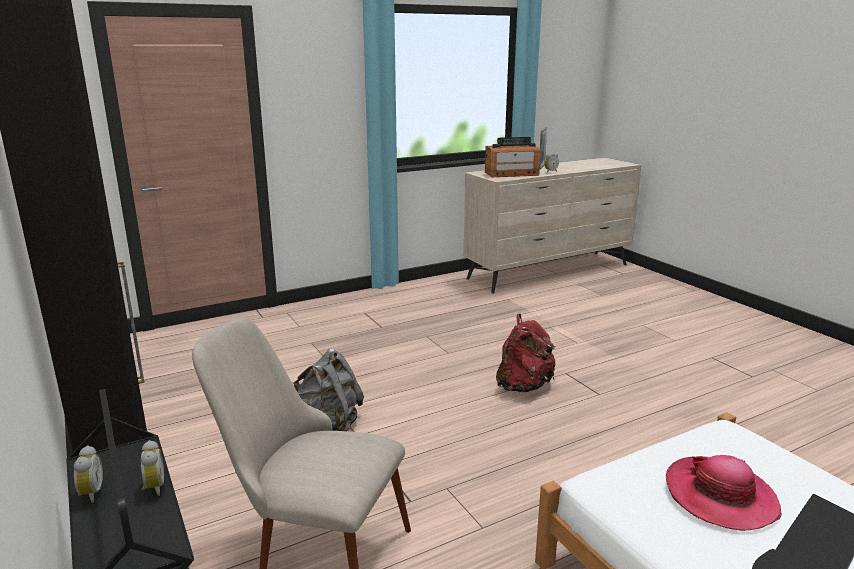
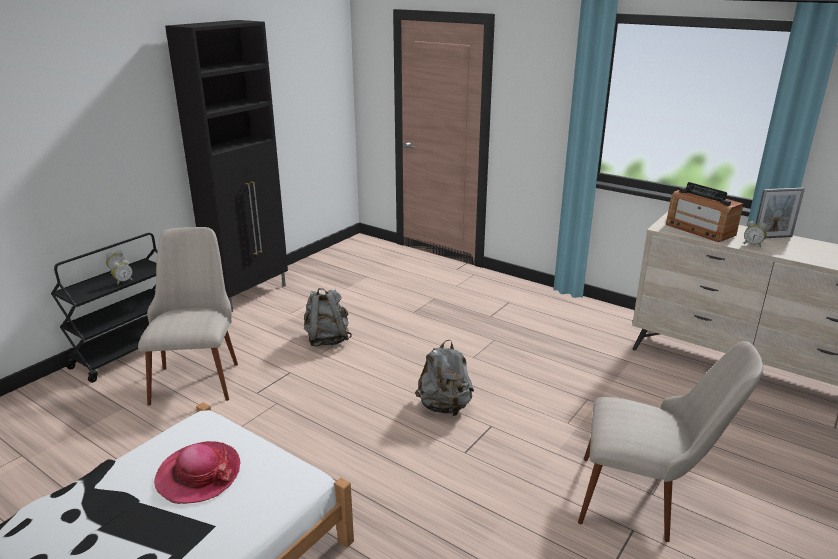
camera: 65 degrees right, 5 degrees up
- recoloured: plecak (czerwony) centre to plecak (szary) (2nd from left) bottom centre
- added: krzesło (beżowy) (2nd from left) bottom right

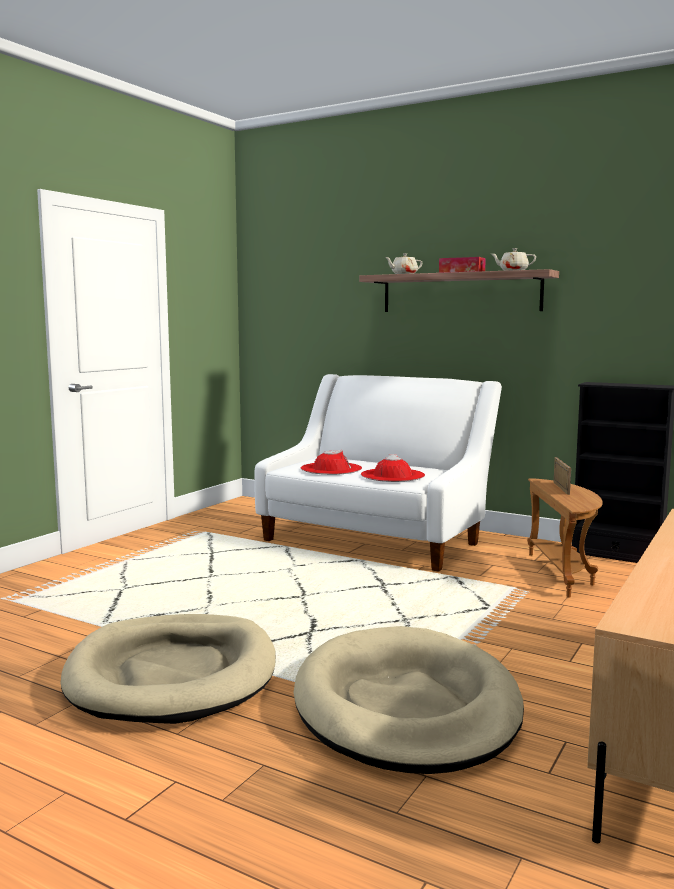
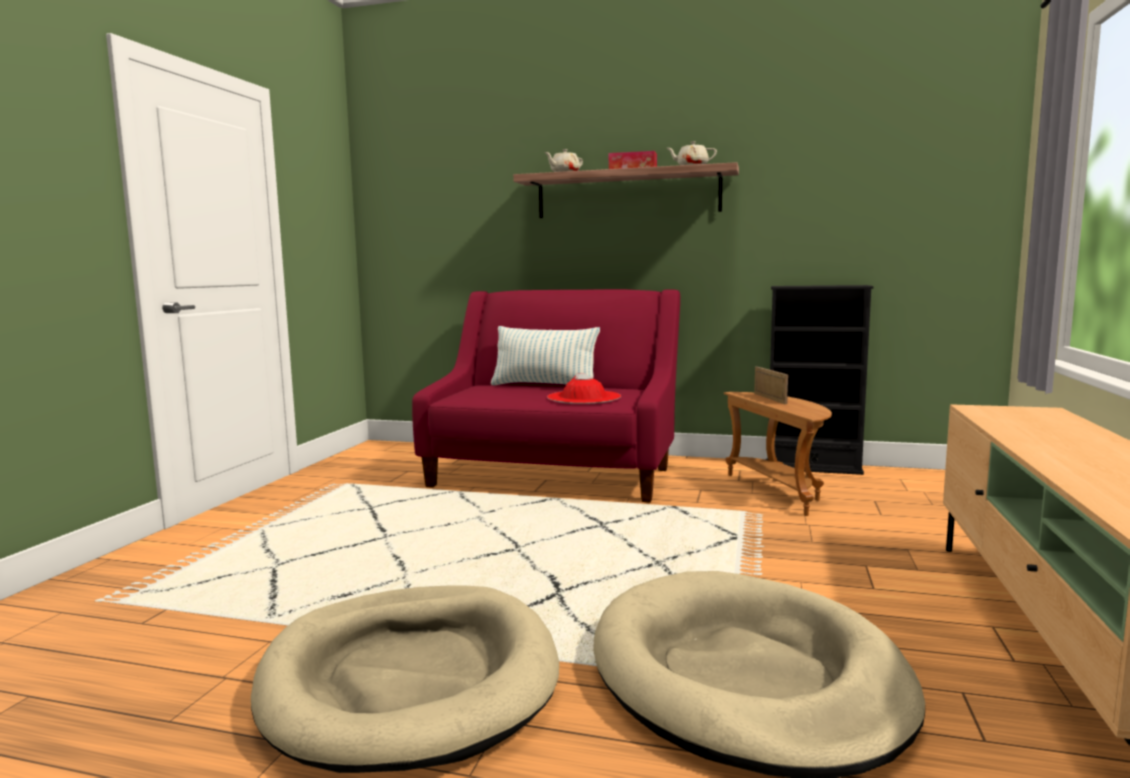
camera: 15 degrees left, 0 degrees up
- recoloured: kanapa (biały) centre to kanapa (czerwony) centre
- added: poduszka centre
- removed: kapelusz (czerwony) (1st from left) centre

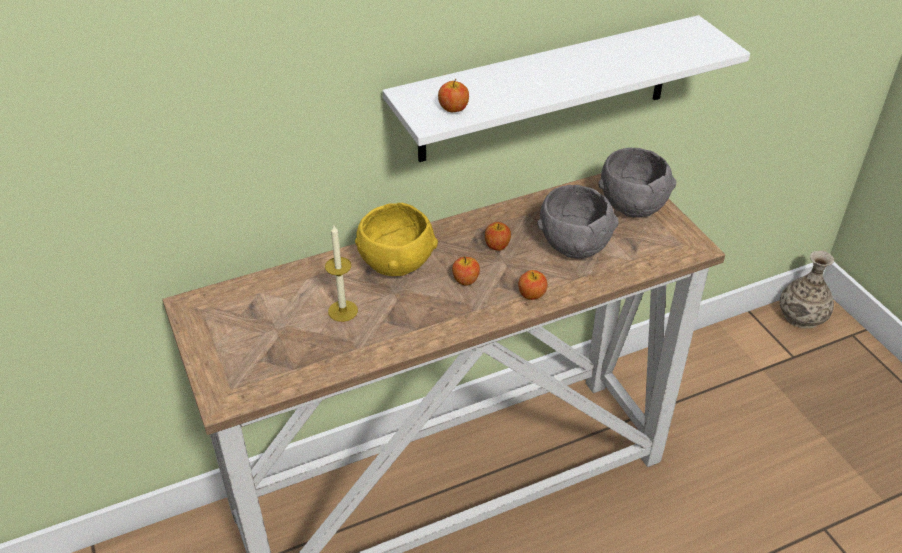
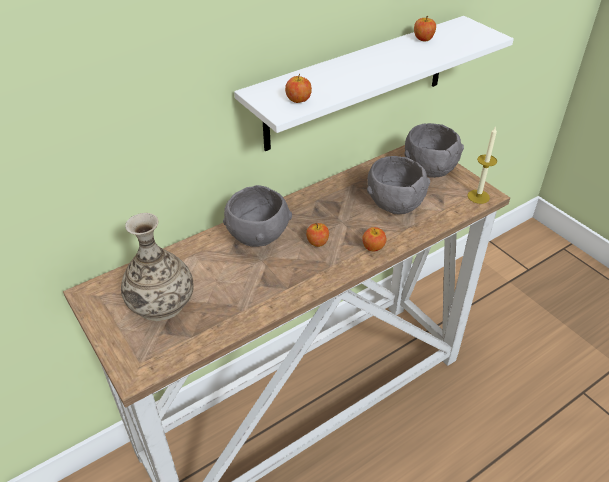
camera: 10 degrees left, 0 degrees up
- moved: wazon middle right to middle left
- recoloured: miska (żółty) centre to miska (szary) (1st from left) centre
- moved: jabłko (3rd from left in the first image) centre to jabłko (4th from left) top right
- moved: świeca centre to middle right

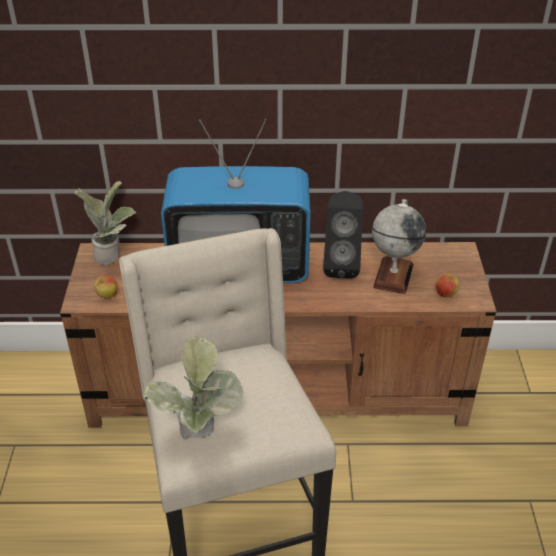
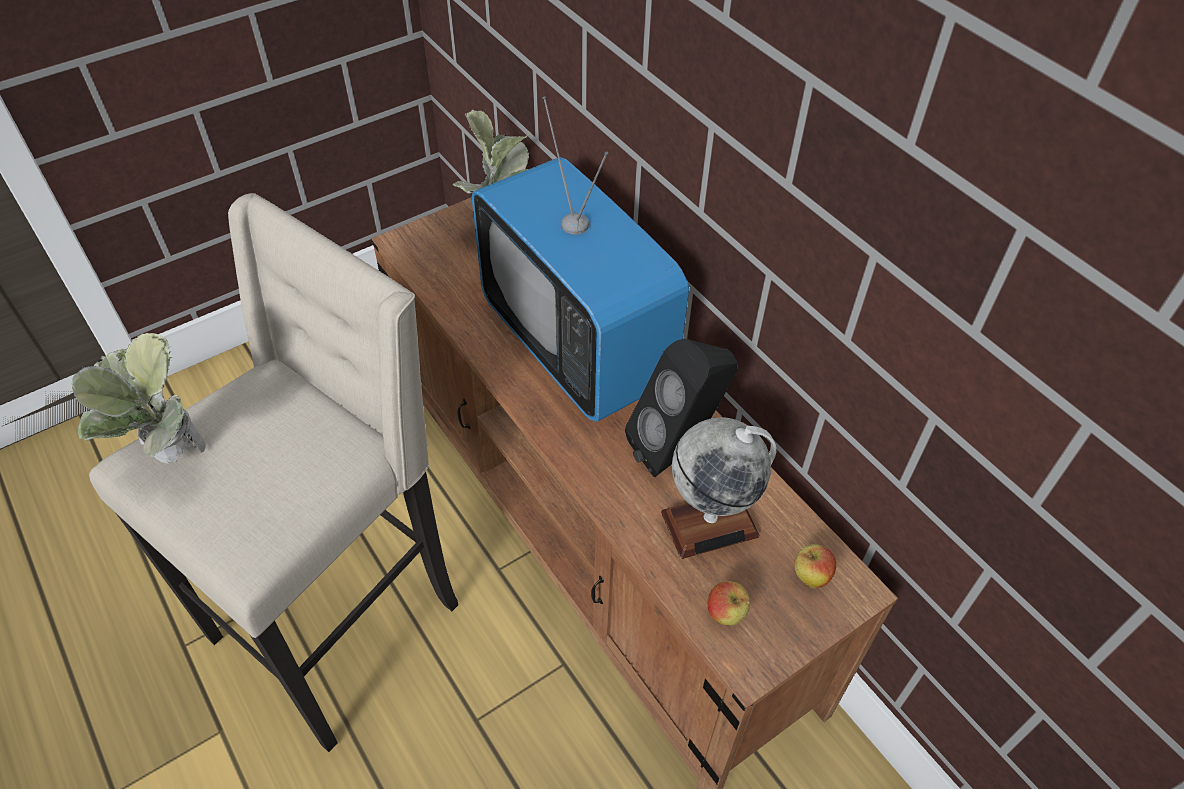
camera: 55 degrees right, 10 degrees up
- moved: jabłko (1st from left in the first image) middle left to jabłko (2nd from left) bottom right

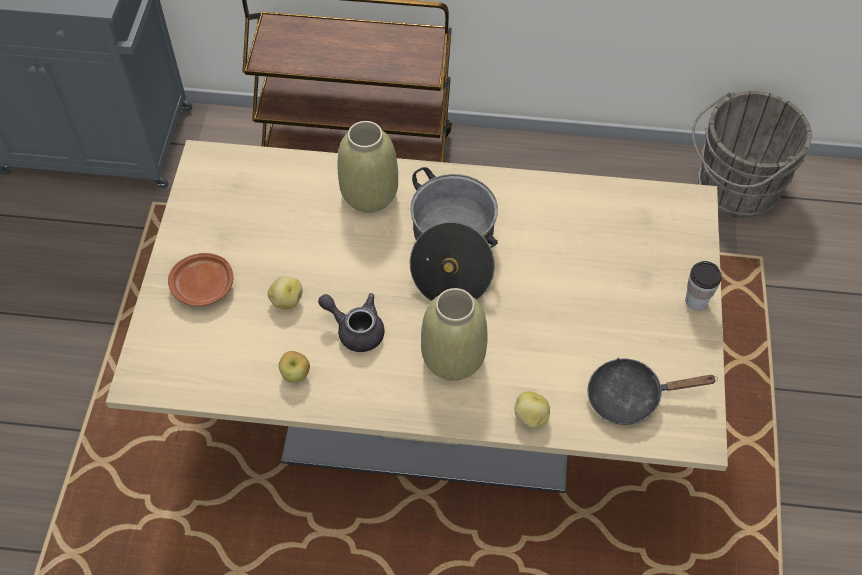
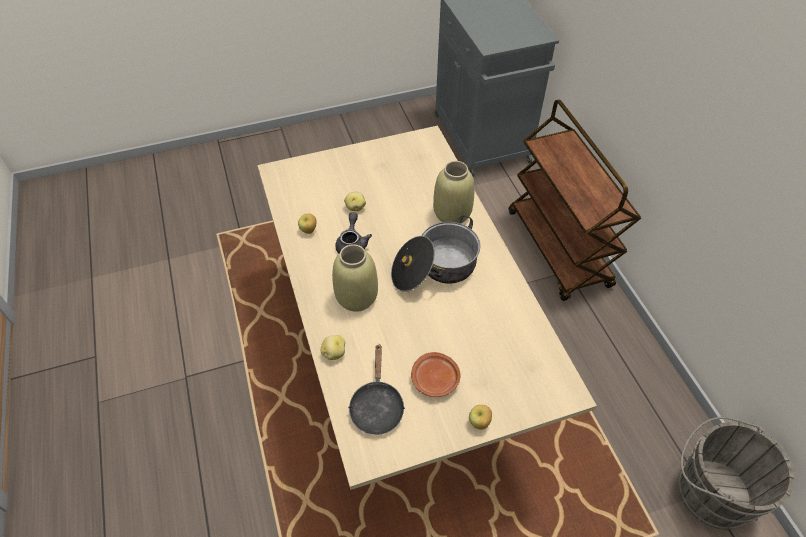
camera: 65 degrees right, 5 degrees down
- turned: patelnia (czarny) bottom right = bottom centre 150 degrees counterclockwise
- moved: talerz (brązowy) middle left to bottom centre
- replaced: filiżanka middle right to jabłko (2nd from left) bottom centre

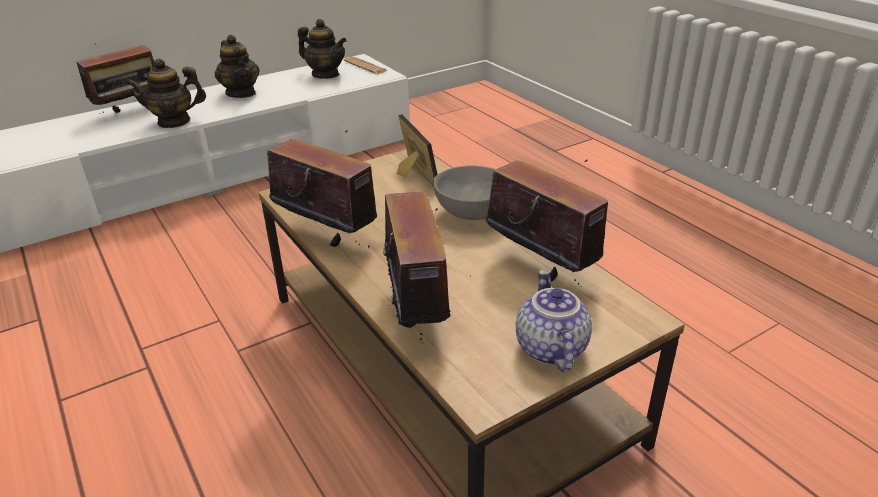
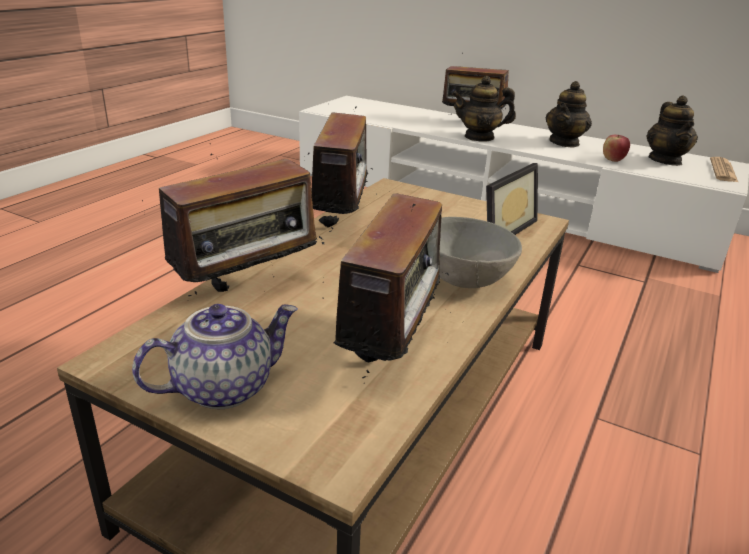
camera: 60 degrees right, 5 degrees down
- turned: imbryk (1st from left in the first image) top left = top centre 45 degrees counterclockwise
- added: jabłko top right

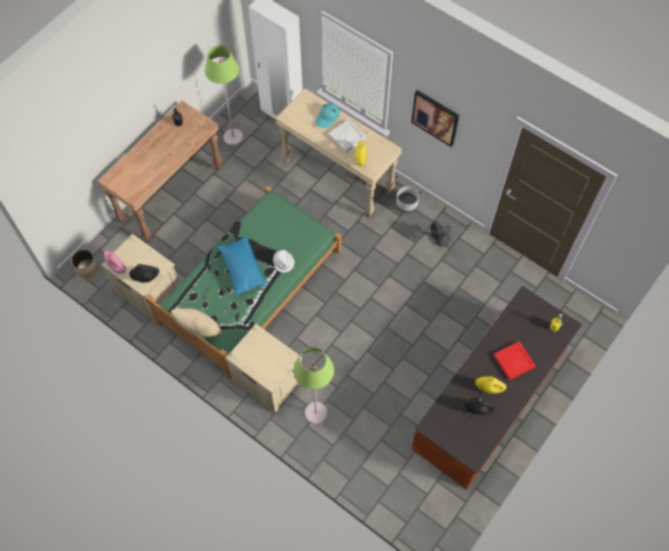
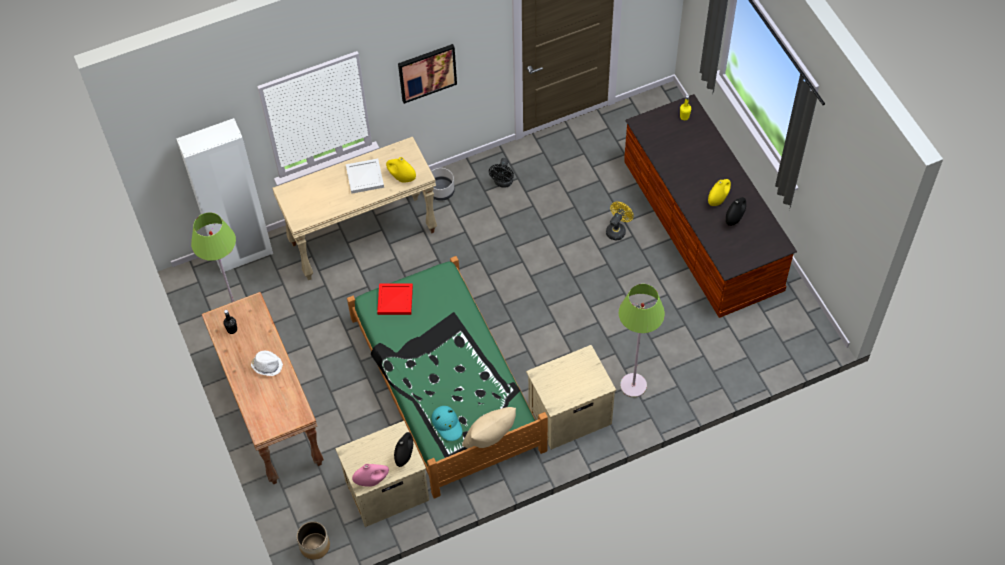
camera: 60 degrees left, 5 degrees down
- moved: kapelusz (biały) centre to middle left
- moved: taca (czerwony) middle right to centre
- moved: kapelusz (turkusowy) top centre to bottom centre
- added: wentylator (żółty) centre
- removed: poduszka (niebieski) centre

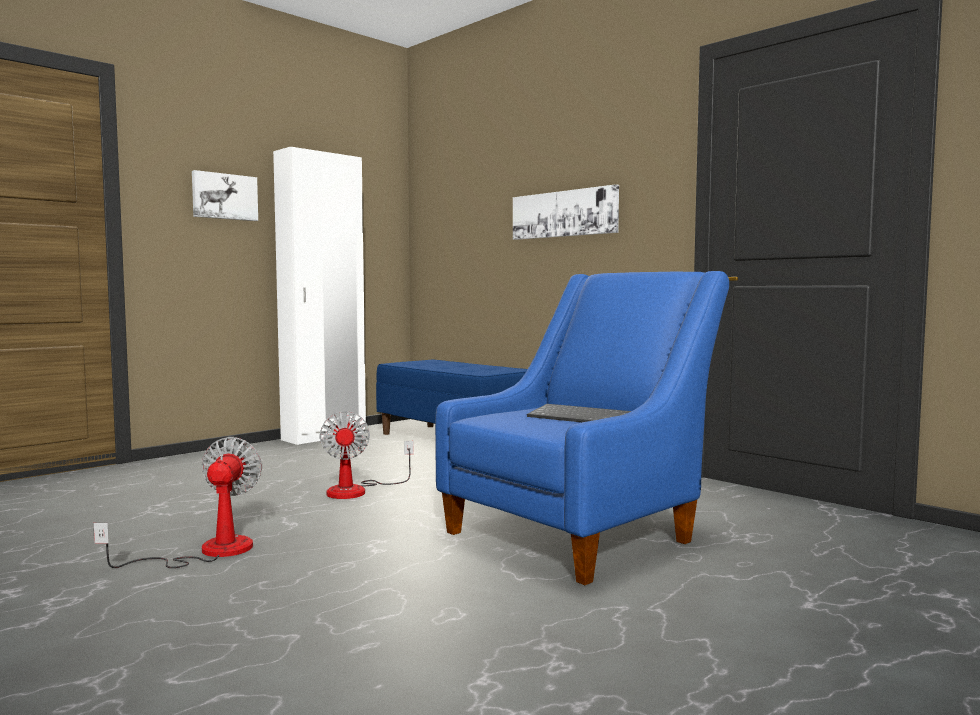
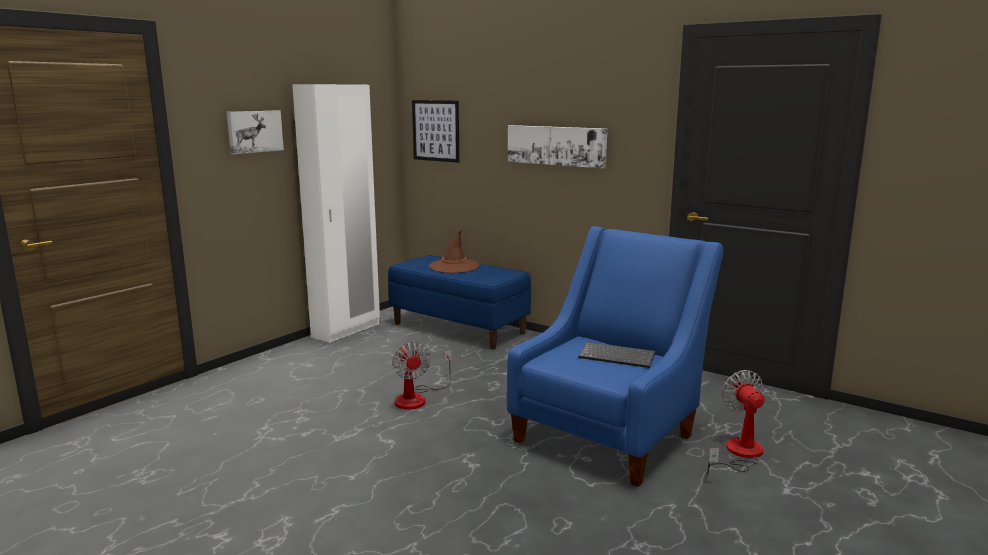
camera: 10 degrees left, 10 degrees up
- added: obraz (2nd from left) top centre
- added: kapelusz (brązowy) centre
- moved: wentylator (1st from left in the first image) bottom left to wentylator (2nd from left) bottom right

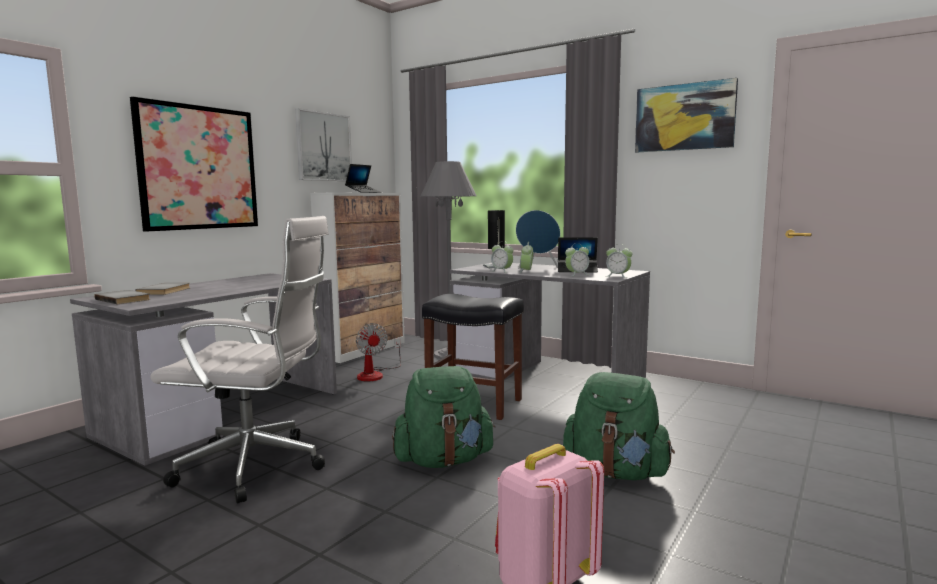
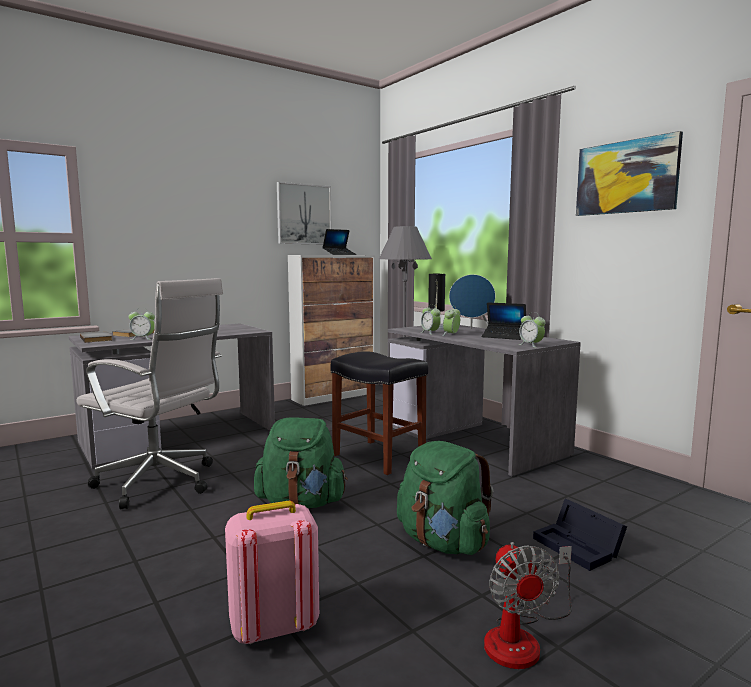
camera: 20 degrees right, 0 degrees up
- moved: budzik (3rd from left in the first image) centre to budzik (1st from left) middle left
- moved: wentylator centre to bottom right
- added: pojemnik do przechowywania (czarny) bottom right
- removed: obraz (1st from left) top left

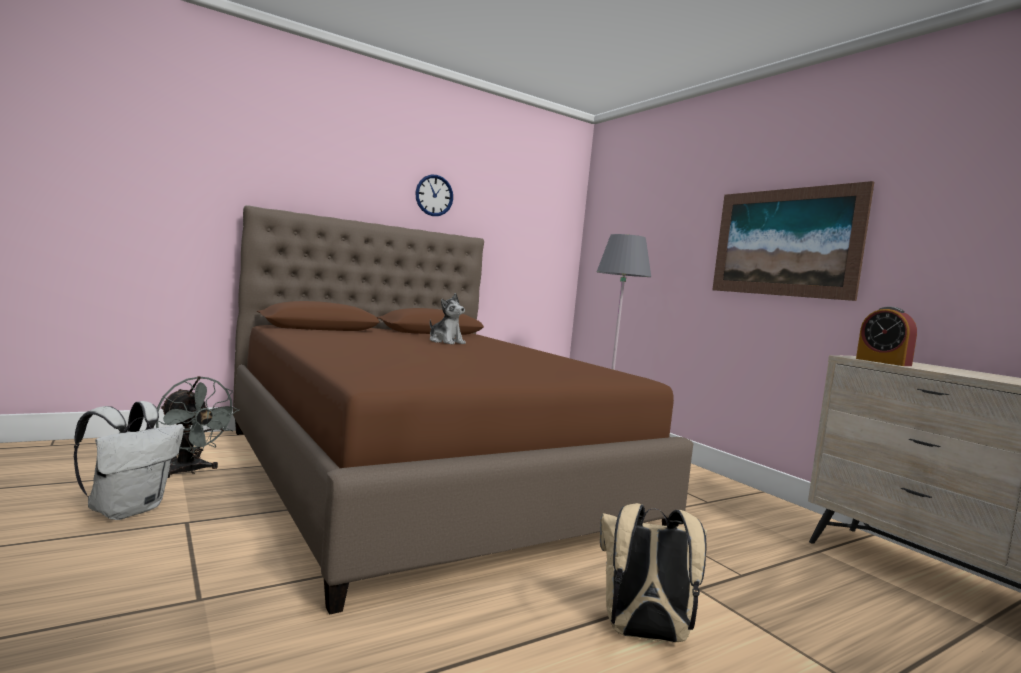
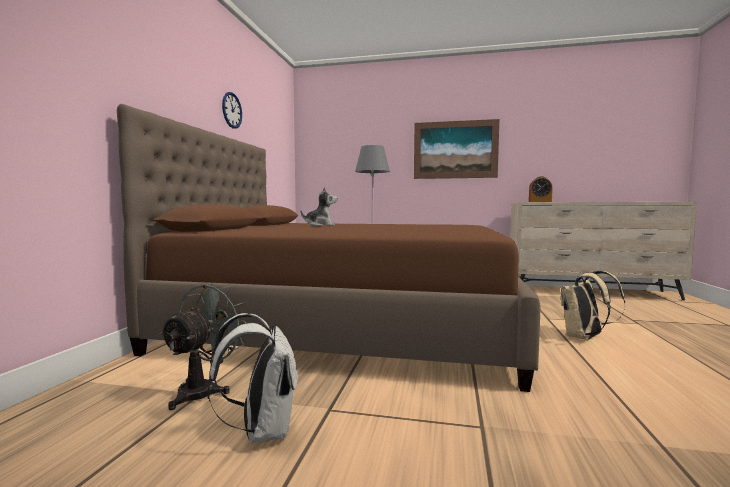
camera: 45 degrees left, 0 degrees up
- turned: wentylator (szary) middle left = bottom left 60 degrees counterclockwise

